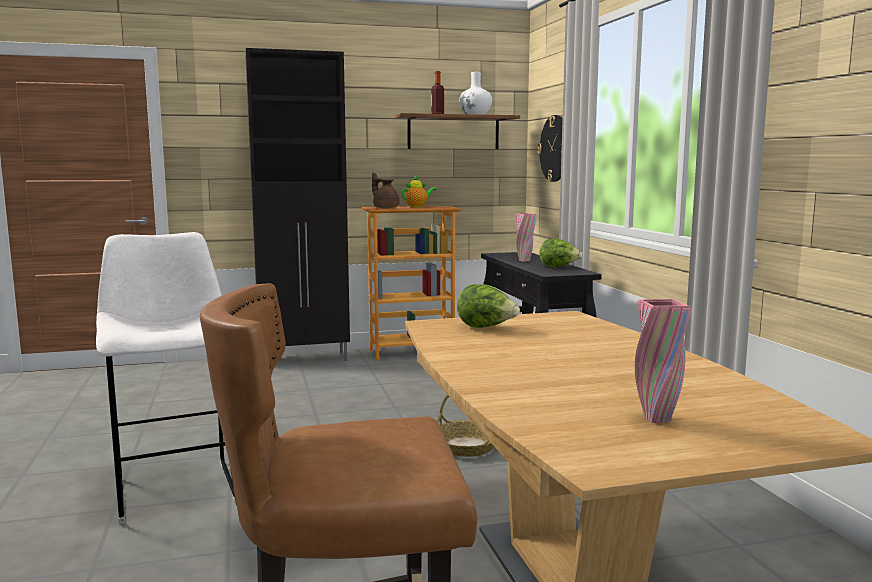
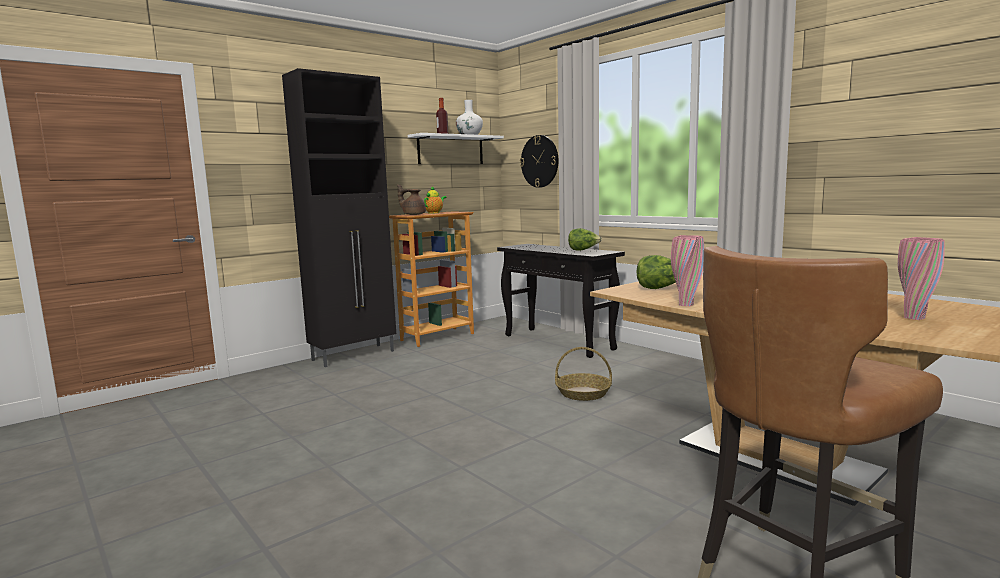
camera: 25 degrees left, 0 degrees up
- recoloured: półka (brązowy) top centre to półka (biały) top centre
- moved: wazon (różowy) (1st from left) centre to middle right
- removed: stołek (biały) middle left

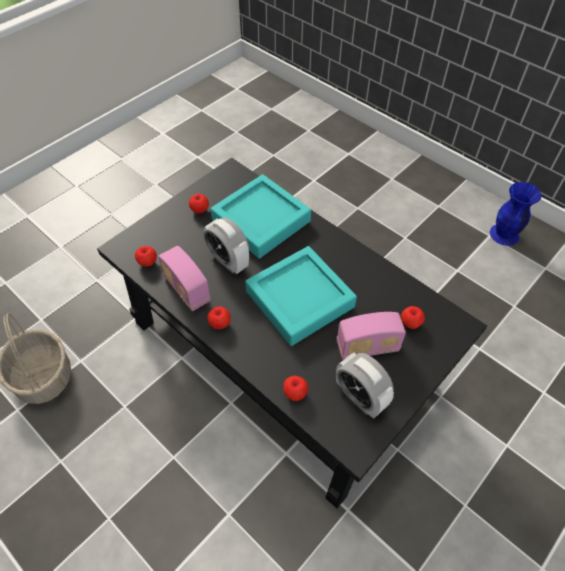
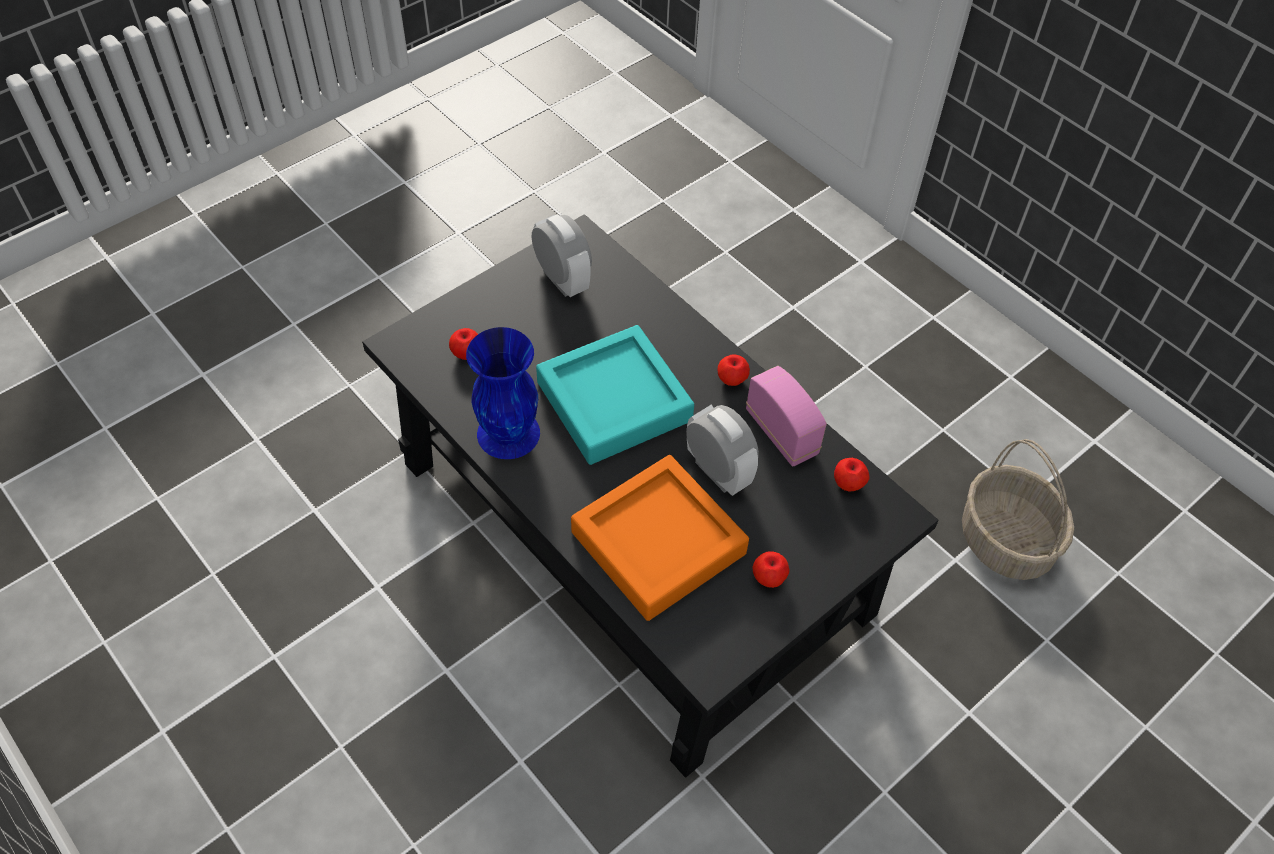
camera: 175 degrees left, 0 degrees up
- moved: wazon (niebieski) middle right to centre
- recoloured: taca (turkusowy) (1st from left) centre to taca (pomarańczowy) centre
- removed: jabłko (4th from left) bottom centre
- removed: radio (2nd from left) centre

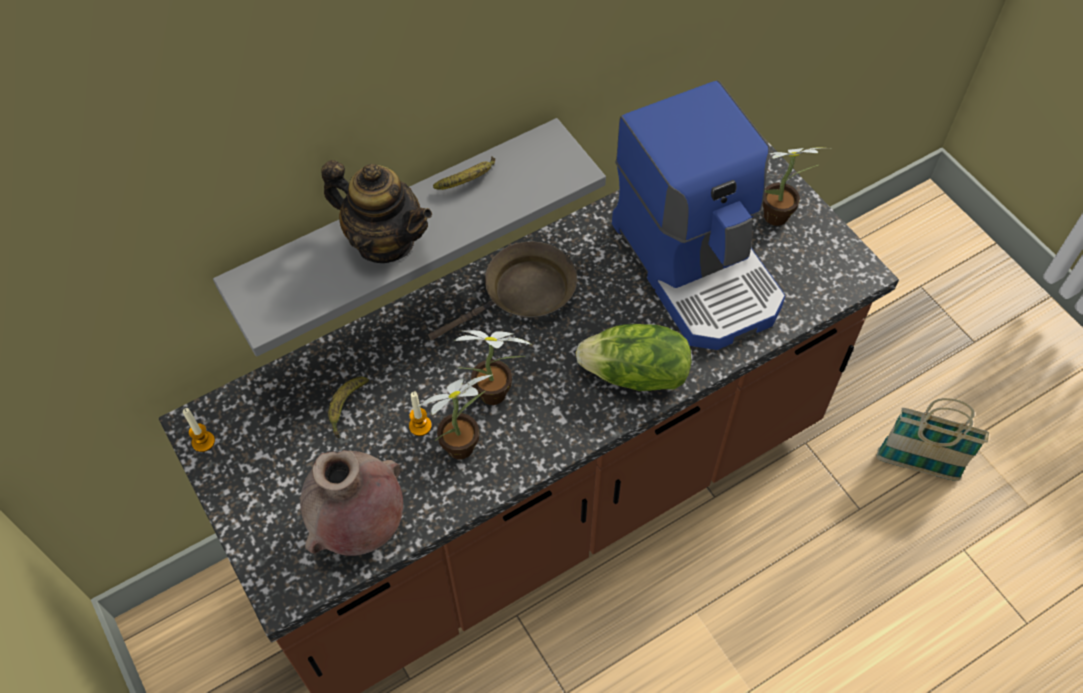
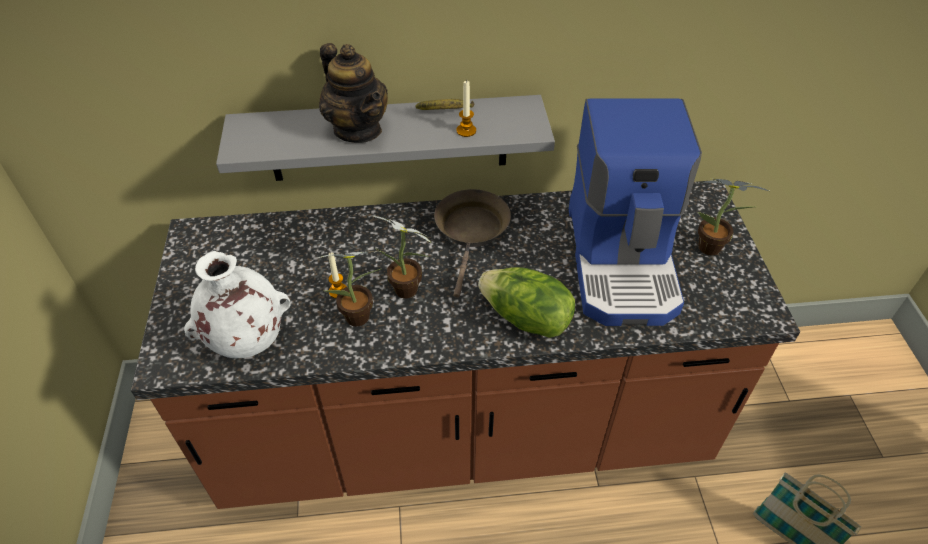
camera: 25 degrees right, 10 degrees down
- recoloured: wazon (brązowy) bottom left to wazon (biały) middle left
- turned: patelnia (brązowy) centre = centre 75 degrees counterclockwise
- moved: świeca (1st from left in the first image) middle left to świeca (2nd from left) top centre
- removed: banan (1st from left) middle left

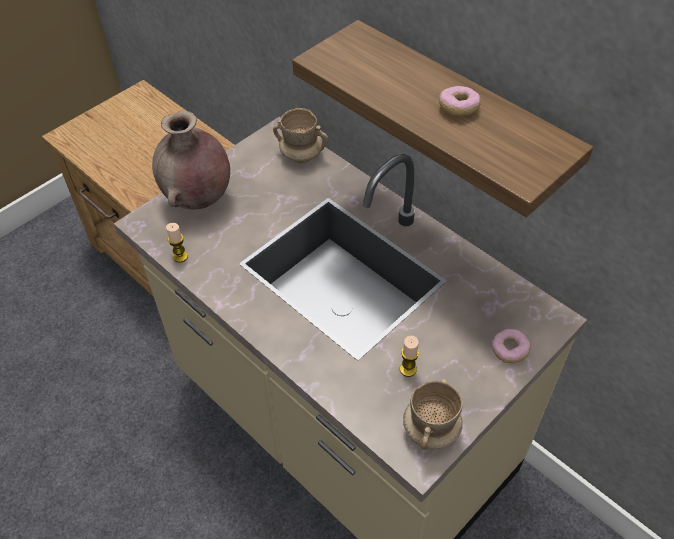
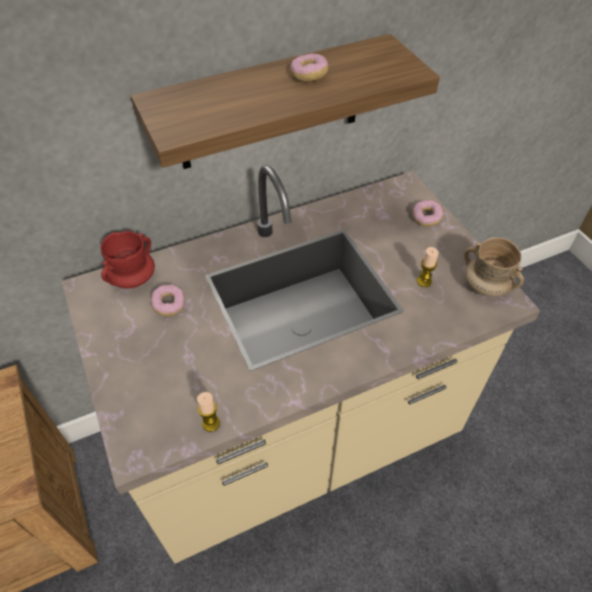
camera: 70 degrees left, 0 degrees up
- recoloured: kubek (beżowy) (1st from left) top centre to kubek (czerwony) middle left
- added: donut (1st from left) middle left
- removed: wazon (brązowy) top left

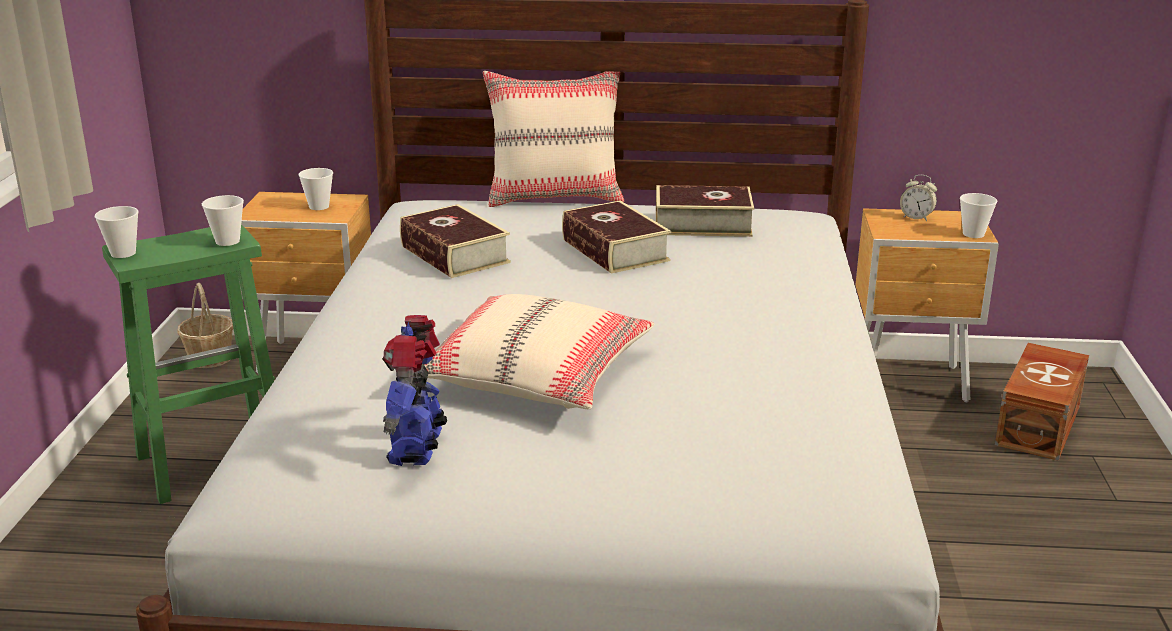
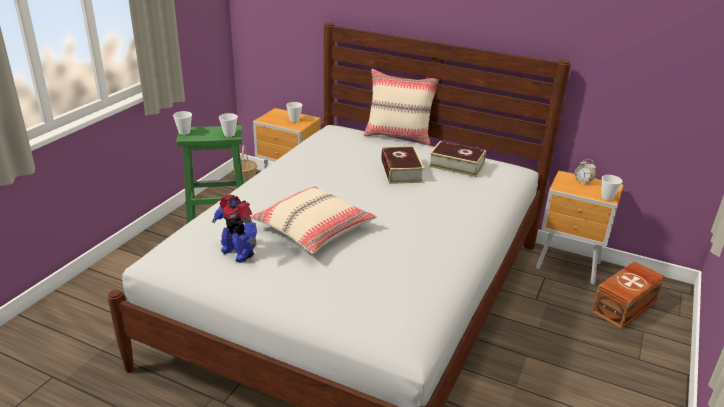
camera: 20 degrees right, 5 degrees up
- turned: robot zabawkowy centre = middle left 75 degrees counterclockwise
- removed: książka (1st from left) centre

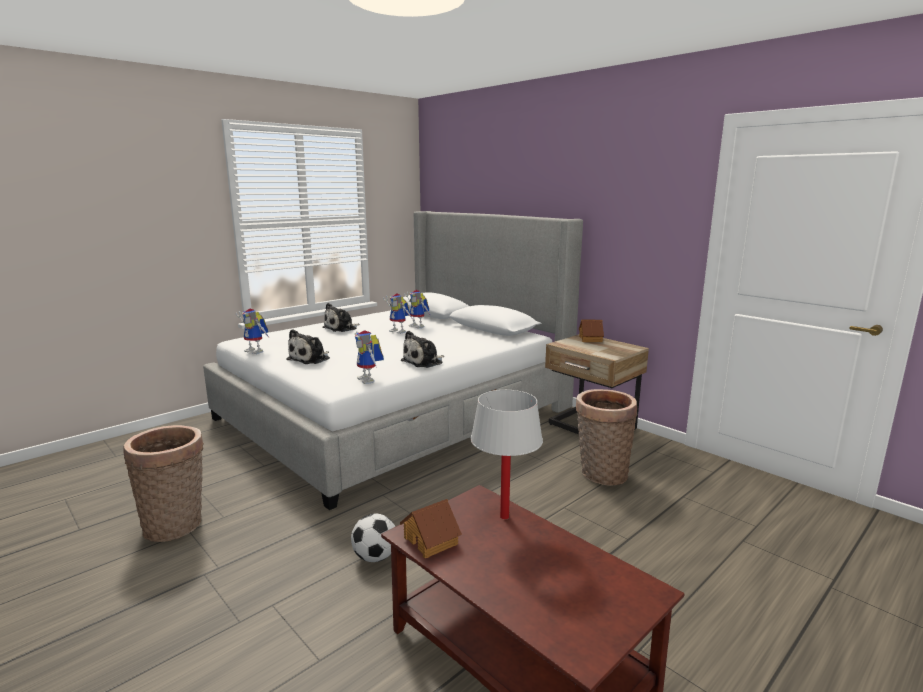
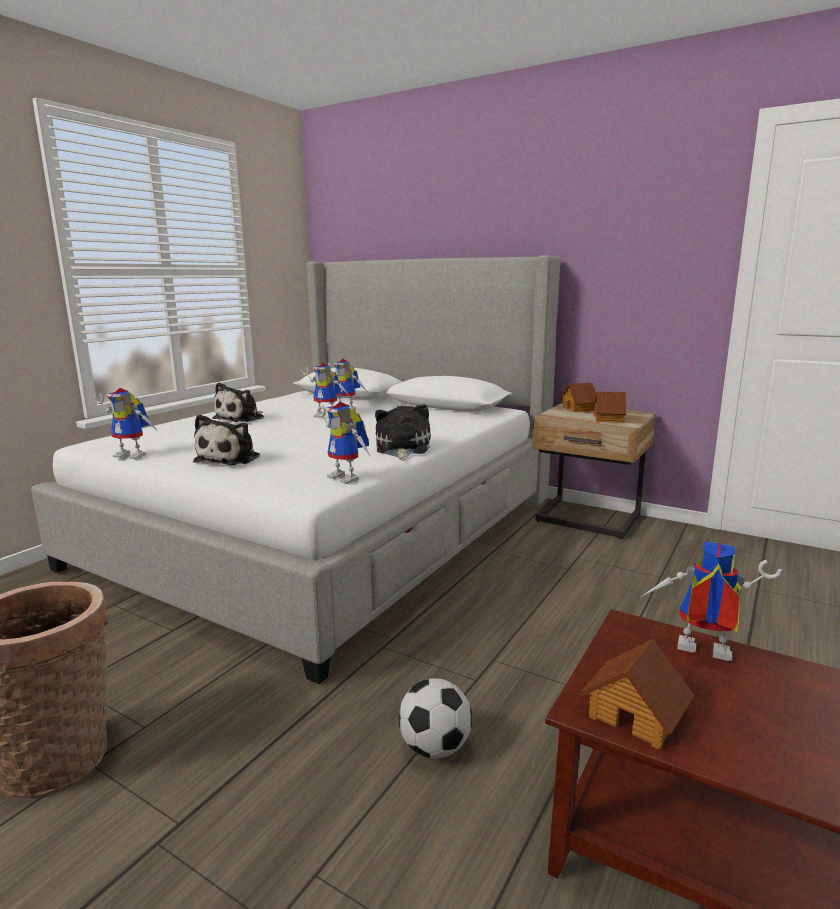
camera: 15 degrees left, 0 degrees up
- turned: pluszak (3rd from left) centre = centre 150 degrees clockwise
- added: domek (2nd from left) middle right
- replaced: lampa stołowa (biały) centre to robot zabawkowy (5th from left) middle right
- removed: koszyk (2nd from left) centre

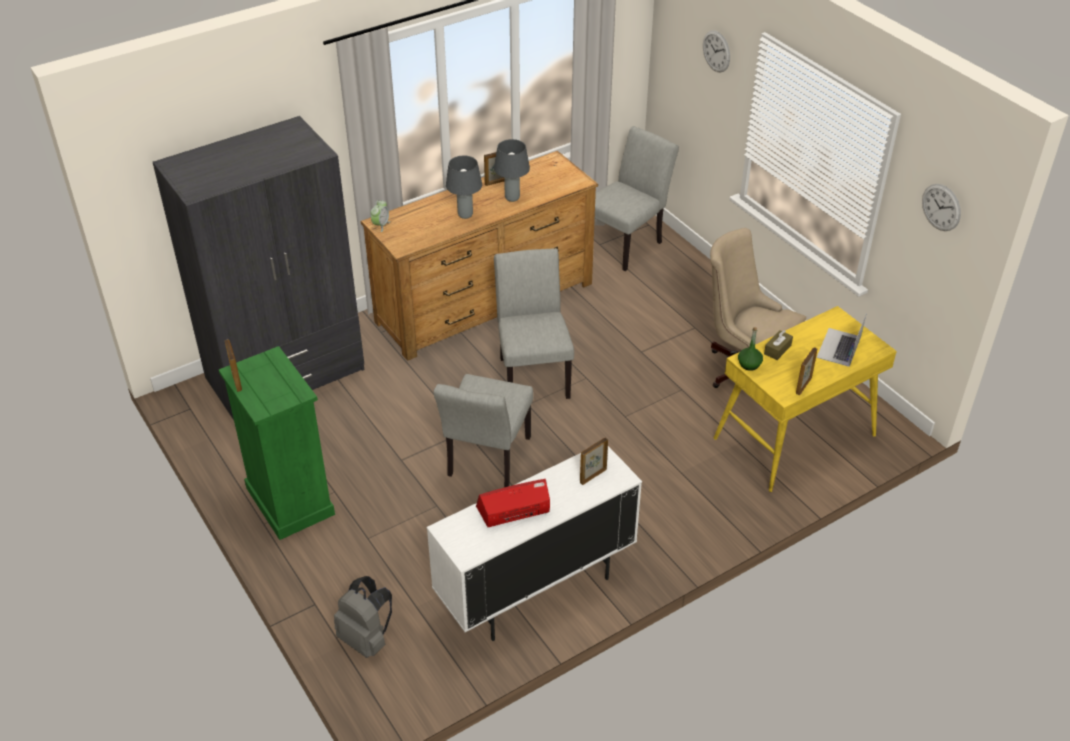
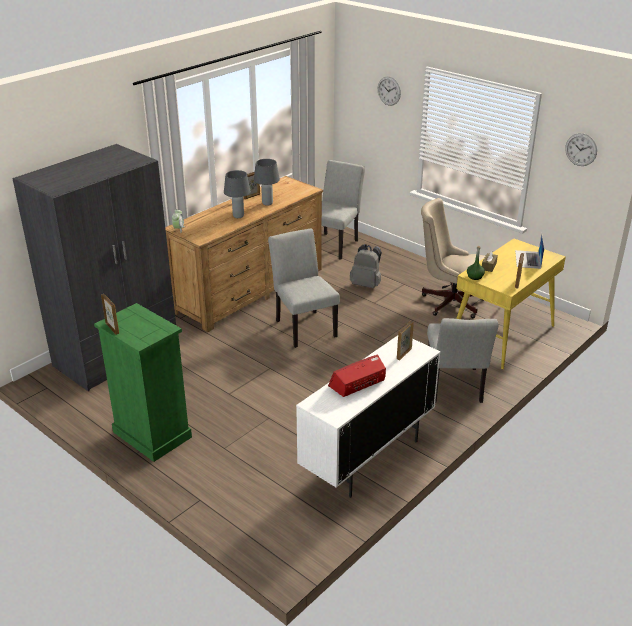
camera: 15 degrees left, 10 degrees down
- moved: plecak (szary) bottom centre to centre
- moved: krzesło (szary) (1st from left in the first image) centre to krzesło (szary) (3rd from left) middle right

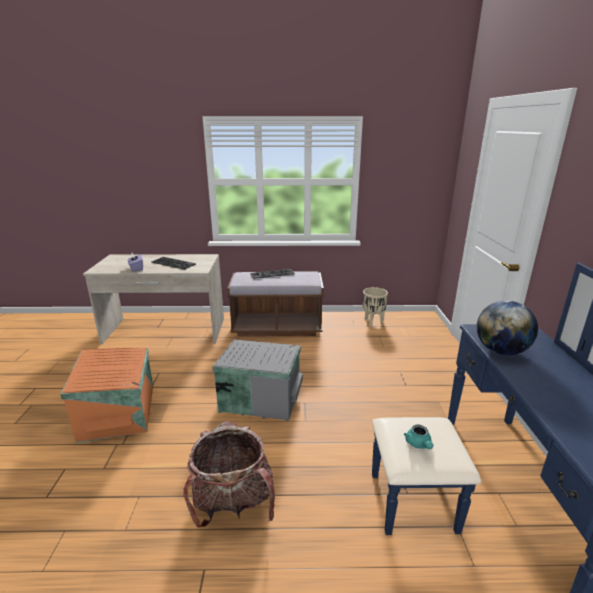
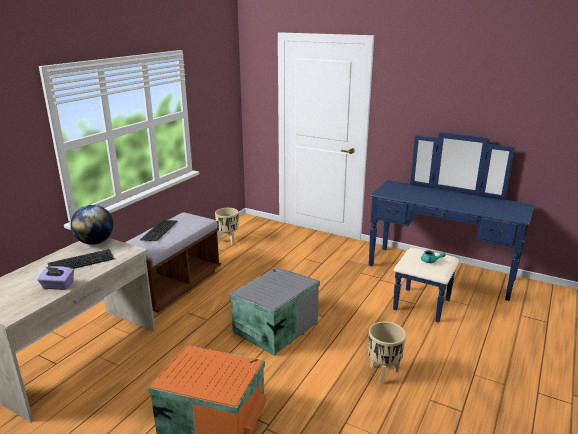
camera: 60 degrees left, 0 degrees up
- moved: globus middle right to middle left
- replaced: plecak bottom centre to donica (beżowy) (2nd from left) bottom right

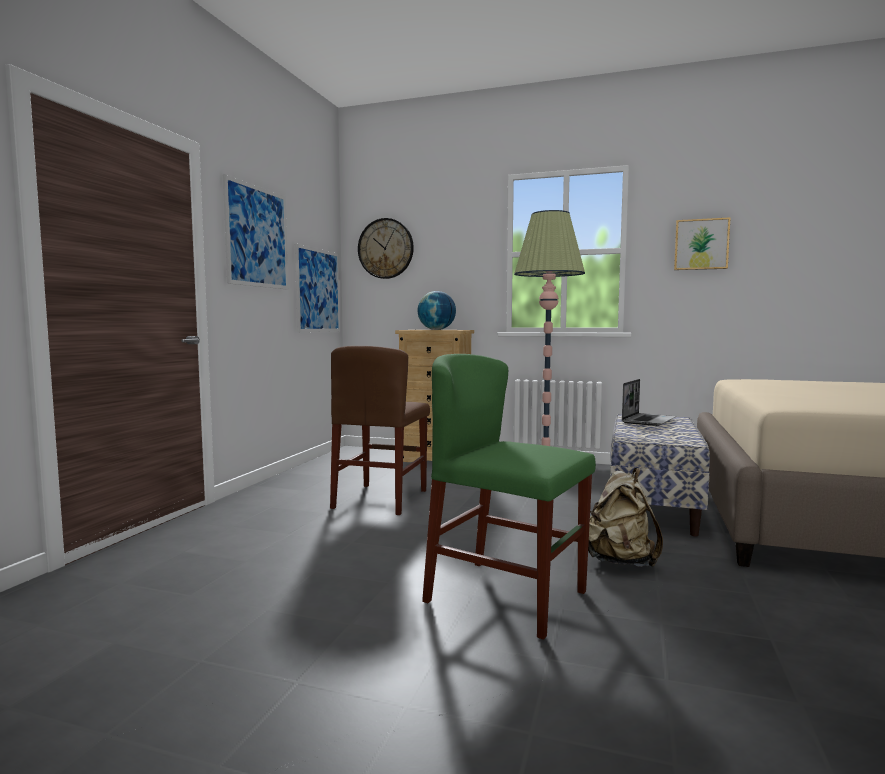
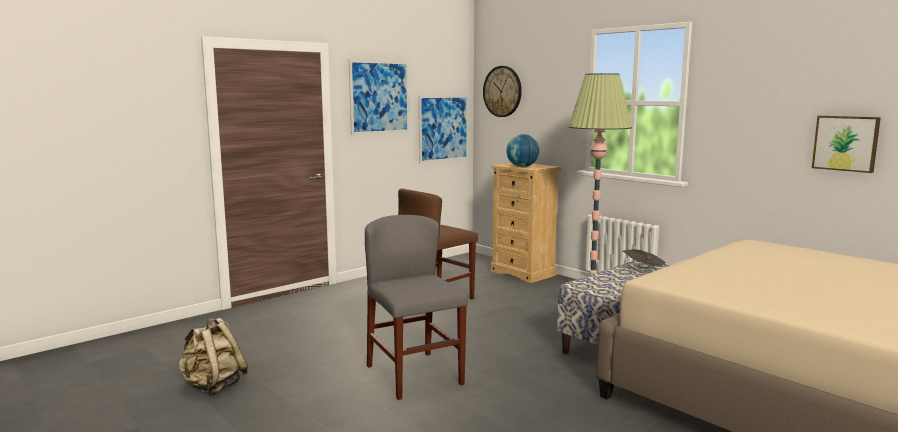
camera: 30 degrees right, 5 degrees up
- moved: plecak (beżowy) bottom right to bottom left
- recoloured: krzesło (zielony) centre to krzesło (szary) bottom centre
- replaced: laptop middle right to gazeta middle right
- moved: obraz (3rd from left) top right to middle right

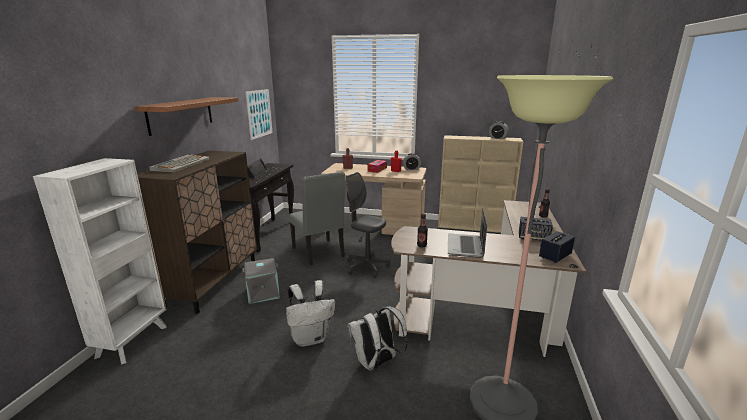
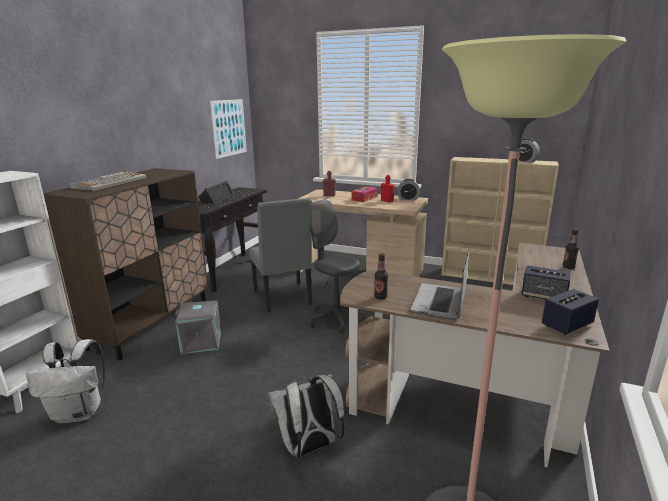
camera: 10 degrees right, 0 degrees up
- moved: plecak (biały) (1st from left) bottom centre to bottom left
- removed: półka top left

